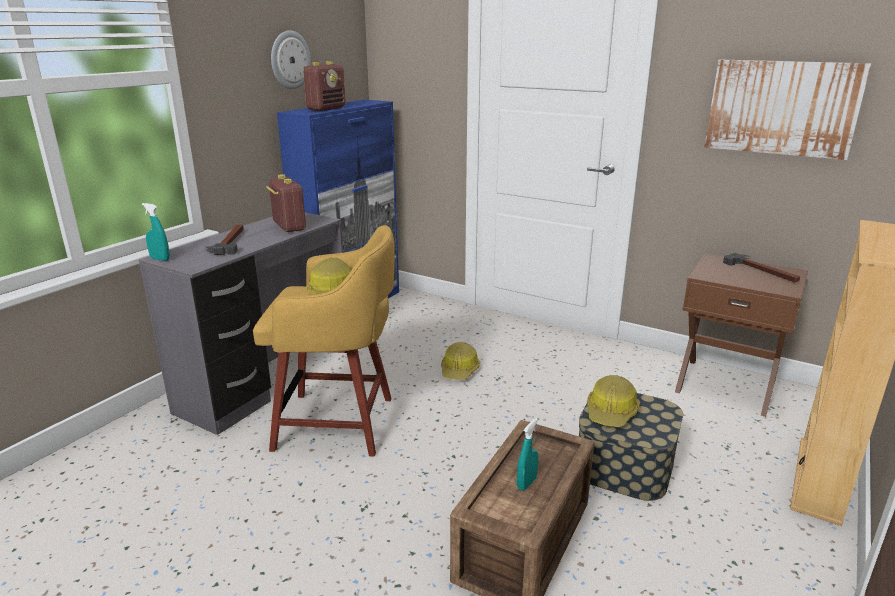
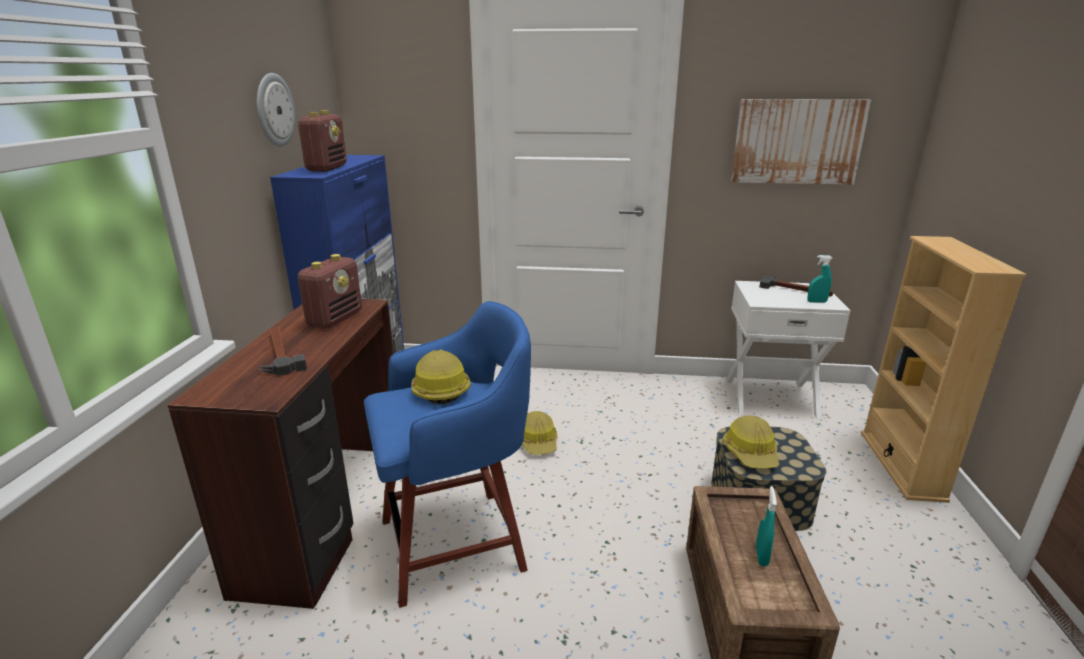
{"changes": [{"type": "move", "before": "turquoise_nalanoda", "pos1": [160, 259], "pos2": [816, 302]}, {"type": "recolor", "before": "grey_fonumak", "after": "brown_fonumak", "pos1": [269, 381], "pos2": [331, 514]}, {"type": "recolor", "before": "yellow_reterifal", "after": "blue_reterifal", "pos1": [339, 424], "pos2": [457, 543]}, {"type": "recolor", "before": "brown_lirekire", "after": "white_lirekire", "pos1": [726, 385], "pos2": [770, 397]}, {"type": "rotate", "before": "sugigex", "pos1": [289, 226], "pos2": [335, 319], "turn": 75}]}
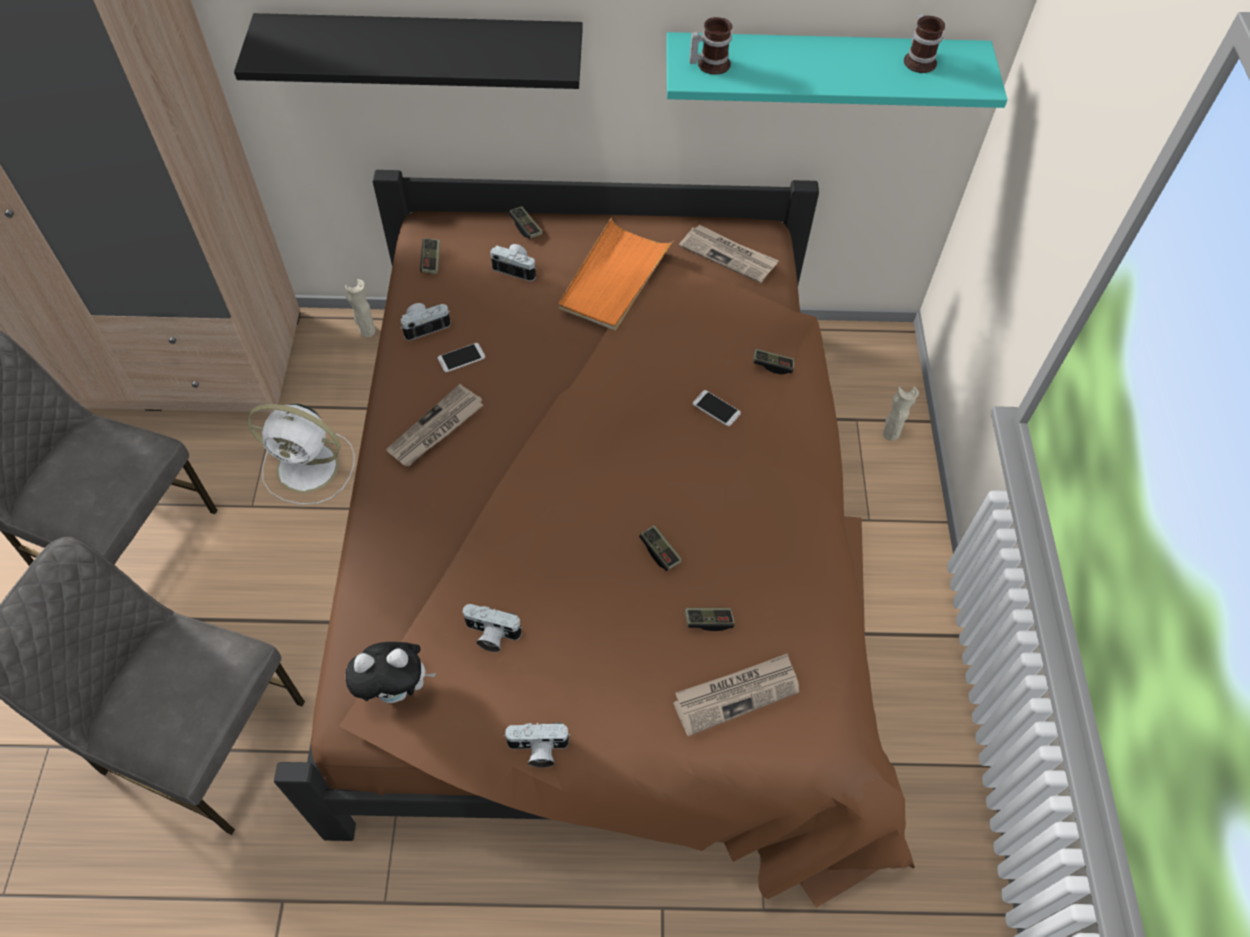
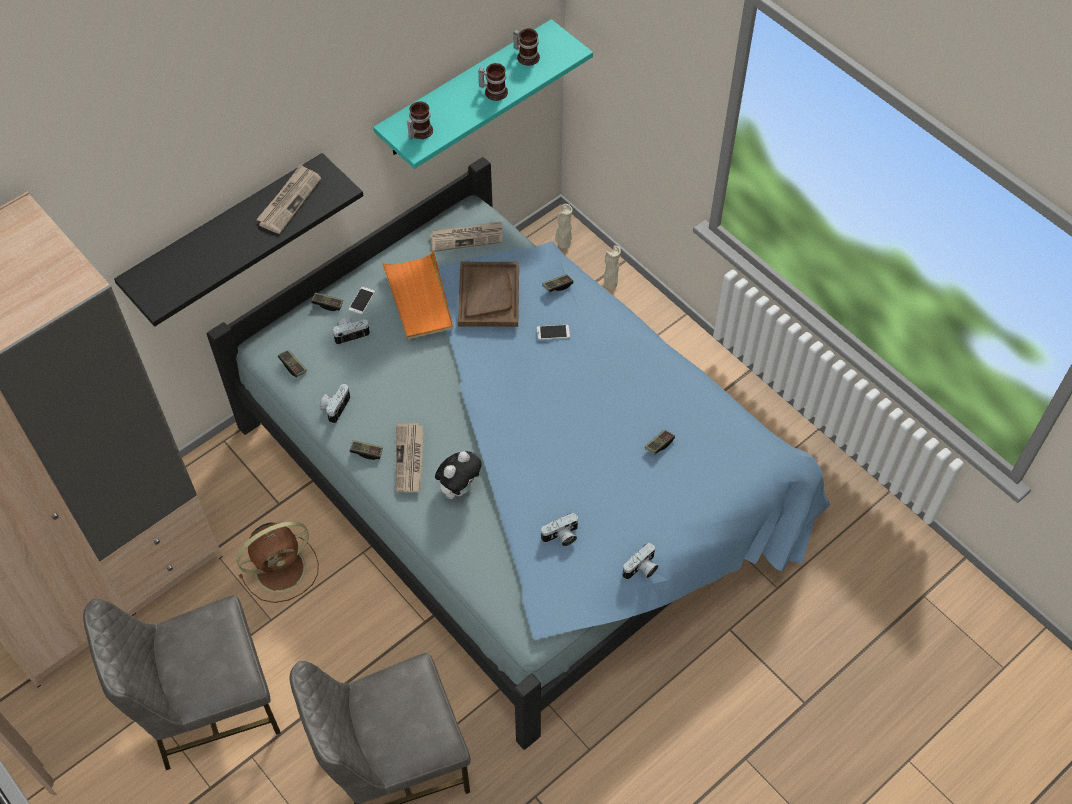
{"changes": [{"type": "insert", "after": "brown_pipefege", "pos2": [488, 295]}, {"type": "insert", "after": "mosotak", "pos2": [494, 91]}, {"type": "move", "before": "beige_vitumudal", "pos1": [367, 331], "pos2": [563, 244]}, {"type": "move", "before": "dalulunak", "pos1": [397, 689], "pos2": [459, 488]}, {"type": "move", "before": "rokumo", "pos1": [461, 358], "pos2": [362, 300]}, {"type": "move", "before": "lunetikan", "pos1": [660, 552], "pos2": [366, 452]}, {"type": "move", "before": "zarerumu", "pos1": [736, 694], "pos2": [289, 200]}, {"type": "recolor", "before": "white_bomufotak", "after": "brown_bomufotak", "pos1": [310, 467], "pos2": [282, 568]}, {"type": "recolor", "before": "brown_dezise", "after": "blue_dezise", "pos1": [609, 560], "pos2": [525, 478]}]}
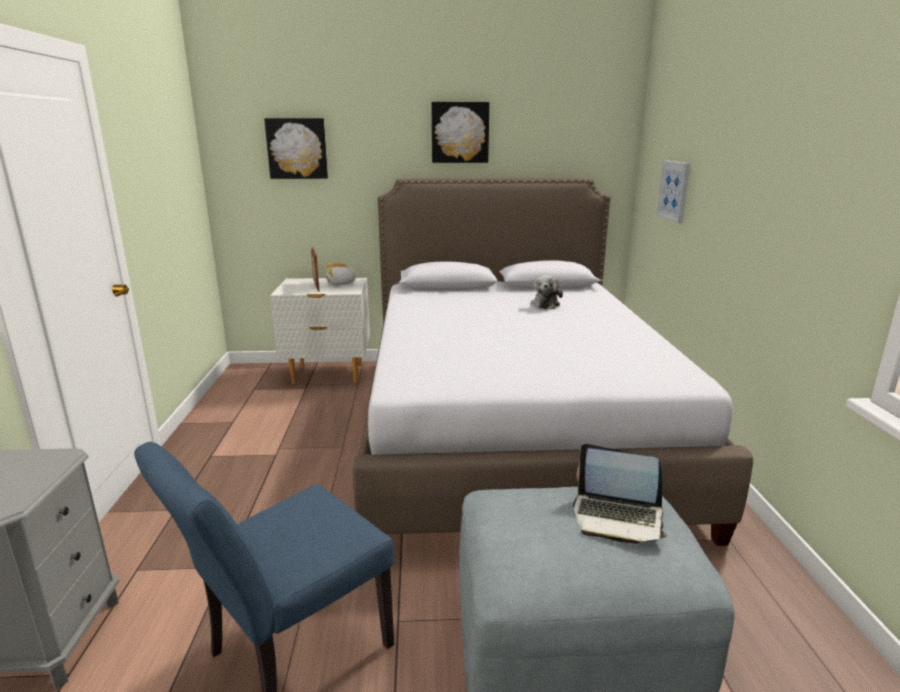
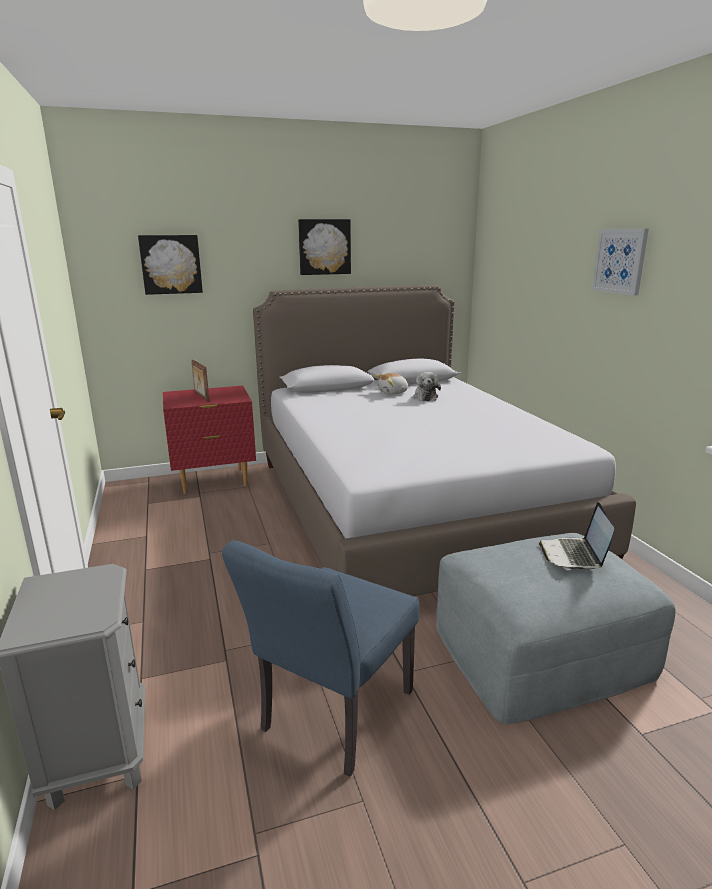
{"changes": [{"type": "move", "before": "dalulunak", "pos1": [341, 283], "pos2": [393, 392]}, {"type": "move", "before": "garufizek", "pos1": [674, 191], "pos2": [620, 261]}, {"type": "recolor", "before": "white_lirekire", "after": "red_lirekire", "pos1": [328, 374], "pos2": [214, 481]}, {"type": "rotate", "before": "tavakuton", "pos1": [617, 517], "pos2": [574, 555], "turn": 90}]}
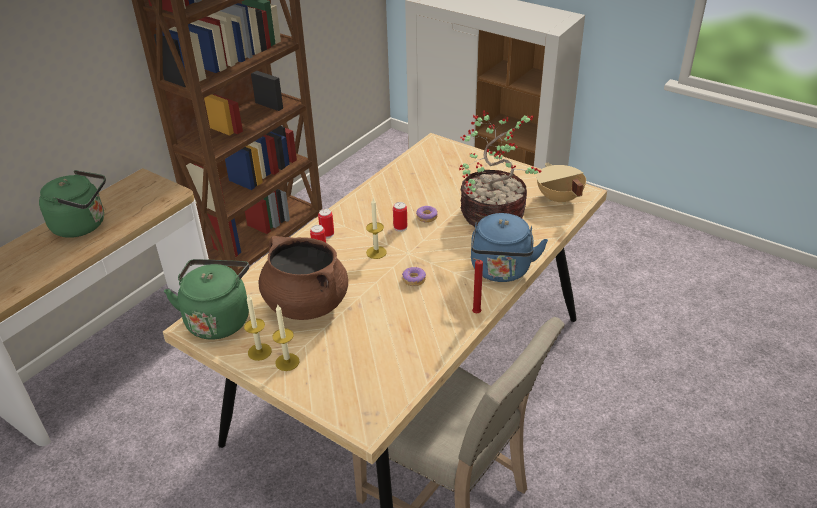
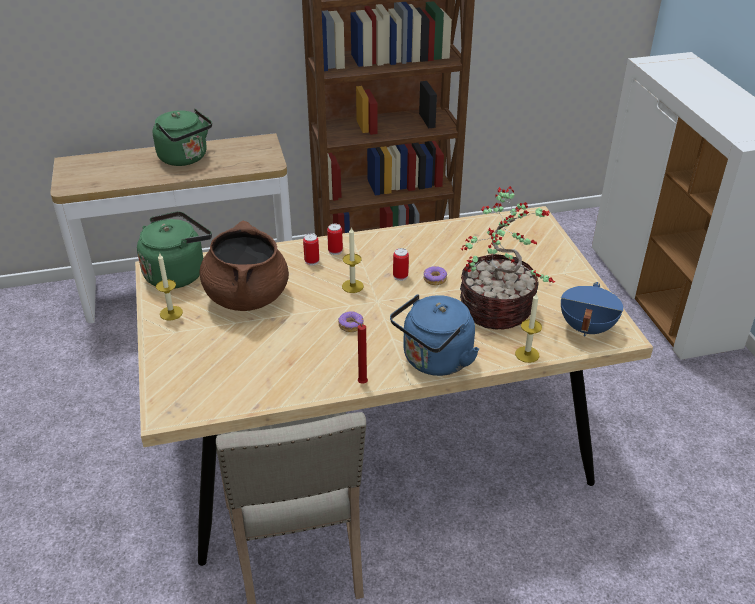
{"changes": [{"type": "move", "before": "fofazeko", "pos1": [287, 362], "pos2": [527, 354]}, {"type": "recolor", "before": "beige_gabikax", "after": "blue_gabikax", "pos1": [558, 199], "pos2": [585, 327]}]}
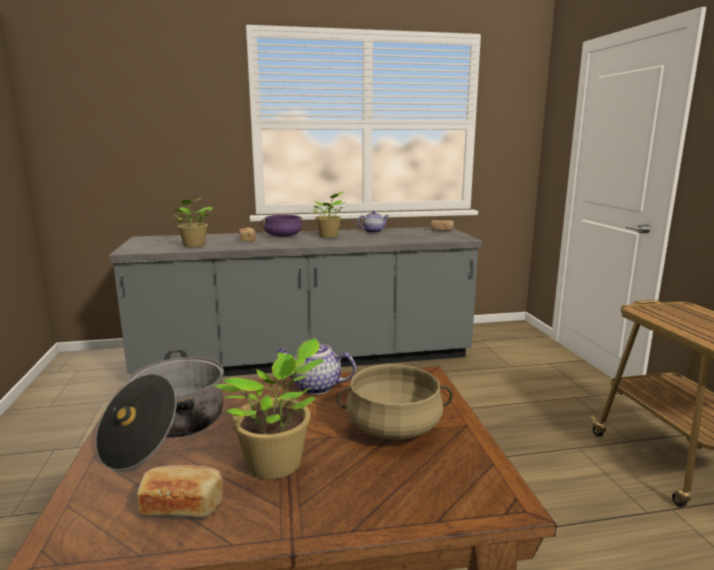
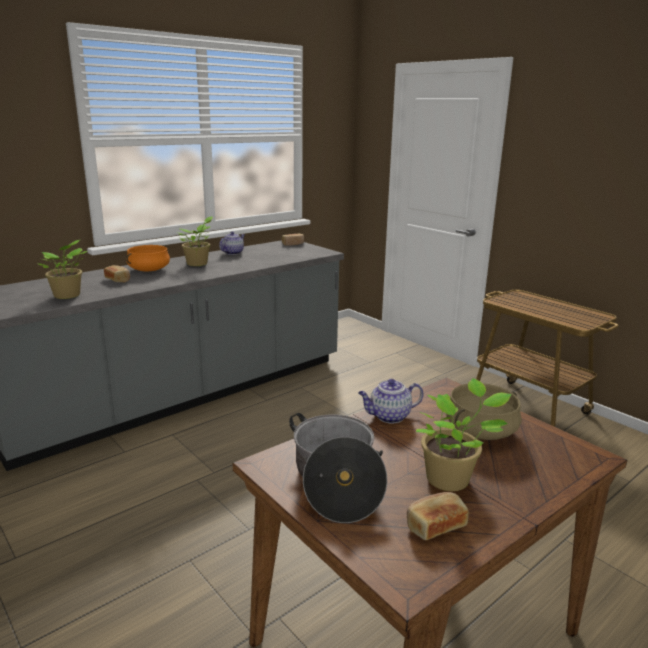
{"changes": [{"type": "recolor", "before": "purple_gabikax", "after": "orange_gabikax", "pos1": [283, 236], "pos2": [149, 270]}]}
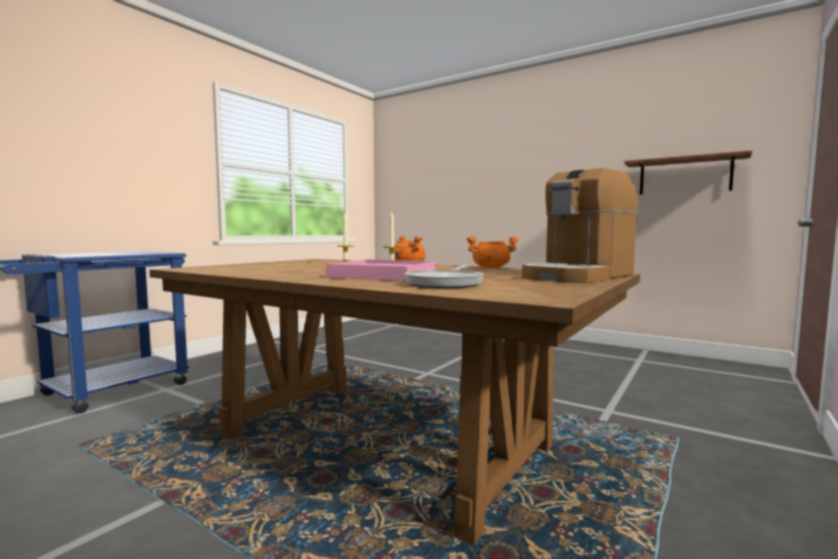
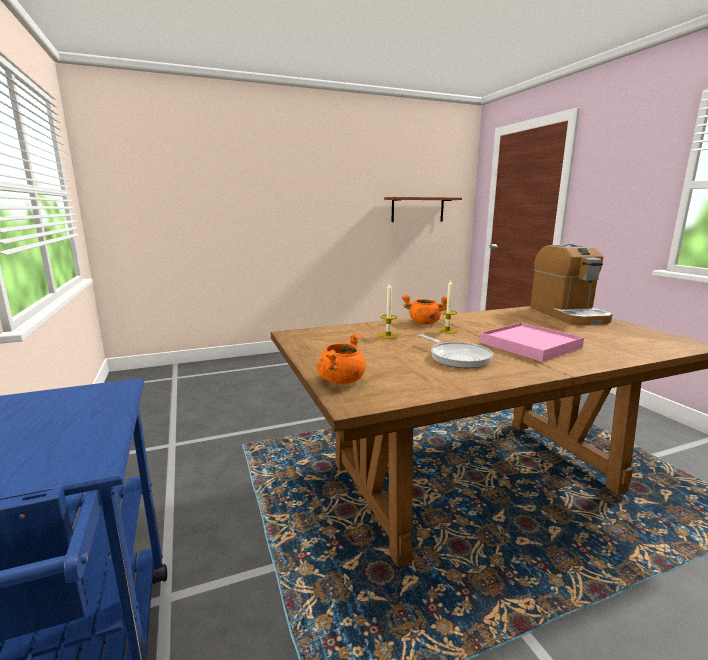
{"changes": [{"type": "move", "before": "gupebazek", "pos1": [446, 283], "pos2": [457, 357]}, {"type": "move", "before": "orange_gabikax", "pos1": [491, 268], "pos2": [341, 380]}]}
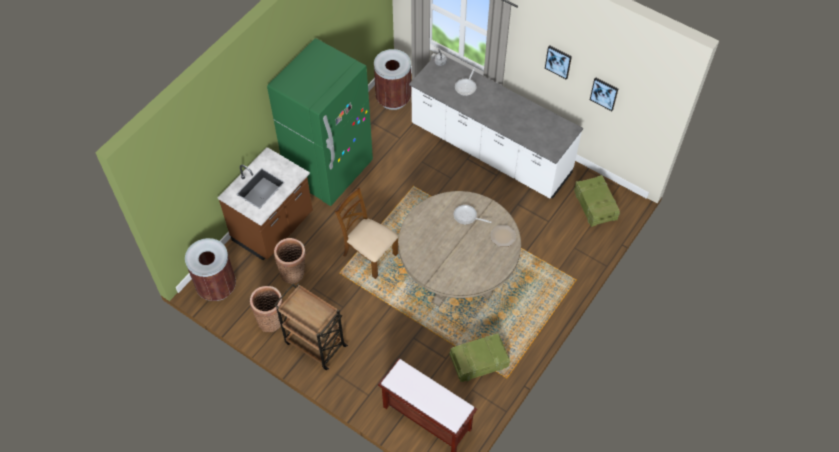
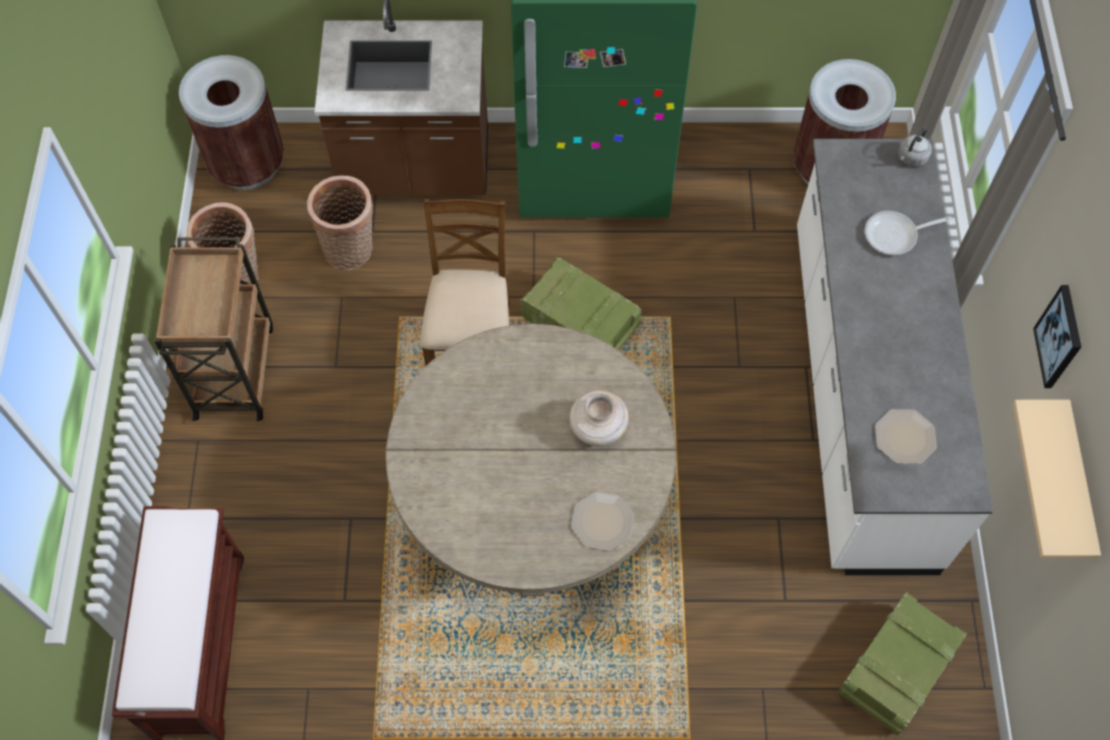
{"changes": [{"type": "insert", "after": "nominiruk", "pos2": [905, 436]}, {"type": "move", "before": "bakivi", "pos1": [478, 362], "pos2": [578, 323]}, {"type": "replace", "before": "gupebazek", "after": "beige_vitumudal", "pos1": [467, 217], "pos2": [598, 428]}, {"type": "replace", "before": "garufizek", "after": "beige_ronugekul", "pos1": [604, 93], "pos2": [1075, 486]}]}
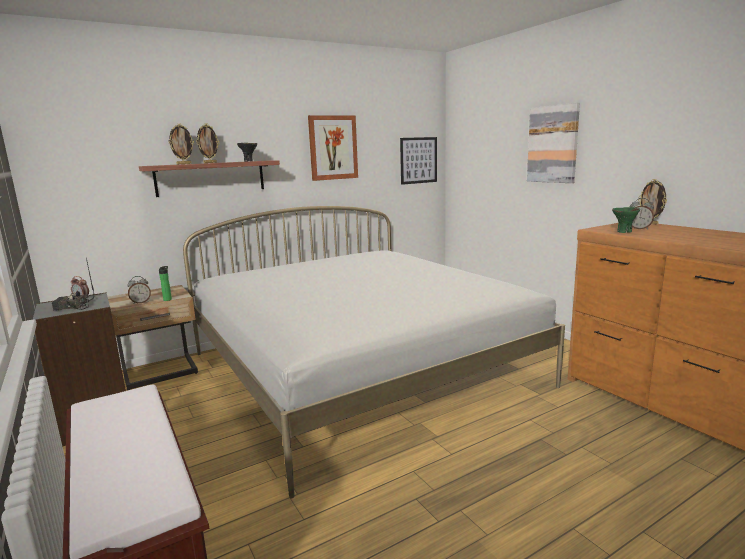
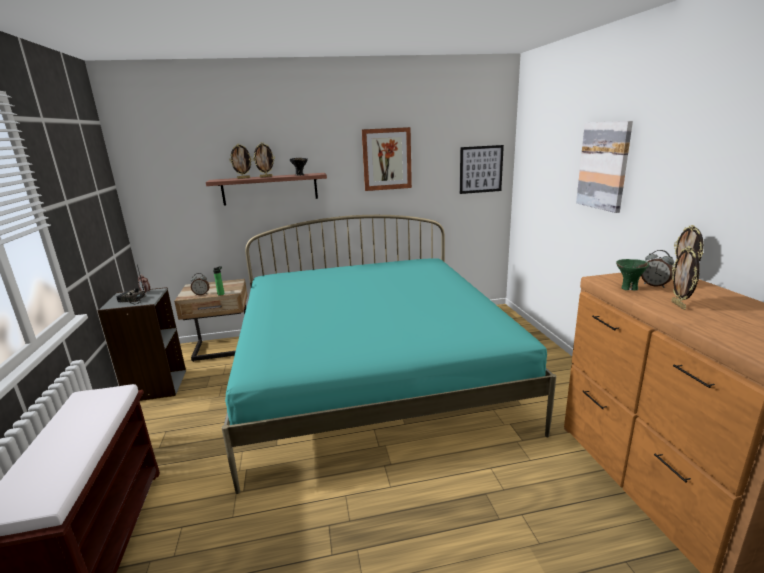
{"changes": [{"type": "insert", "after": "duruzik", "pos2": [679, 305]}, {"type": "recolor", "before": "white_dezise", "after": "turquoise_dezise", "pos1": [359, 369], "pos2": [372, 375]}]}
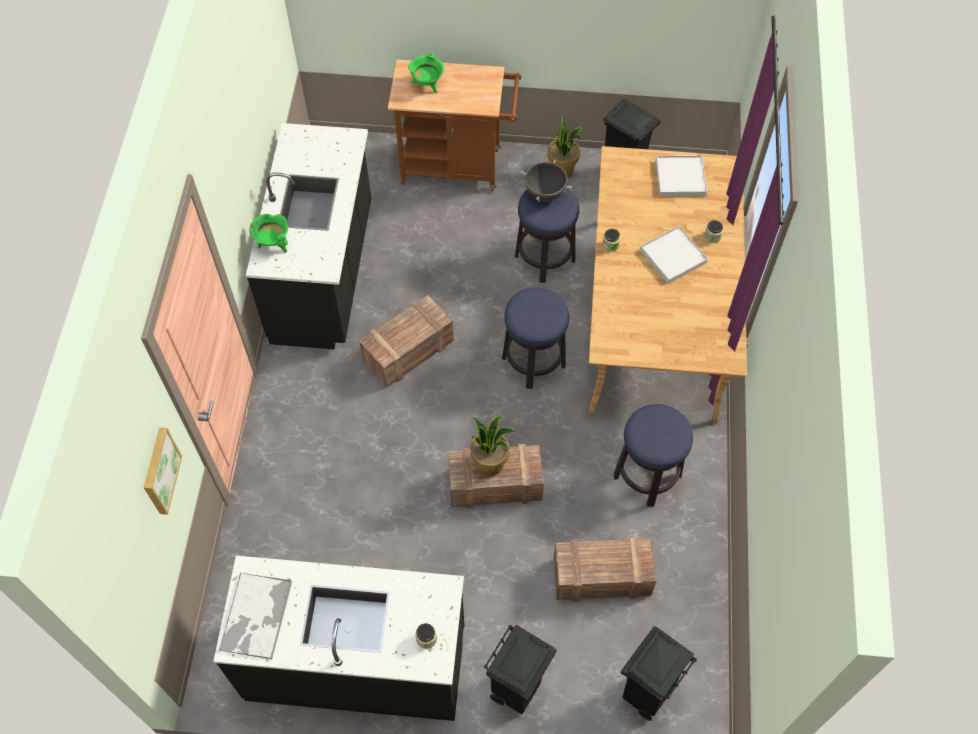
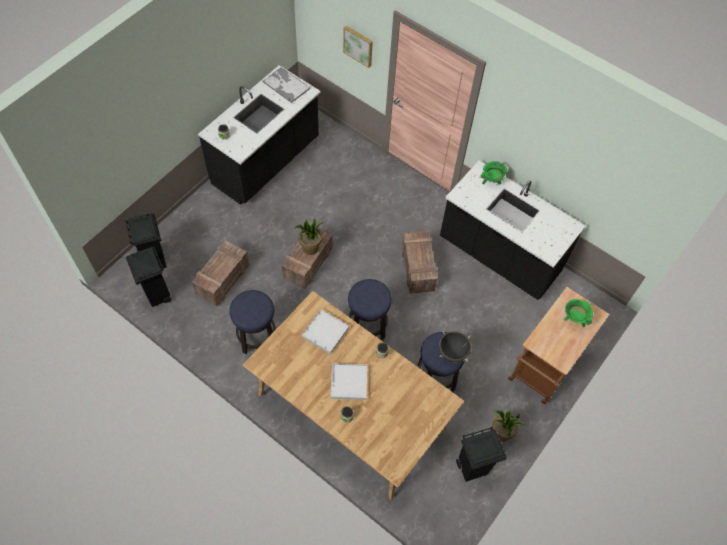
{"changes": [{"type": "move", "before": "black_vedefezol", "pos1": [517, 689], "pos2": [158, 295]}, {"type": "move", "before": "white_pipefege", "pos1": [680, 178], "pos2": [325, 332]}]}
